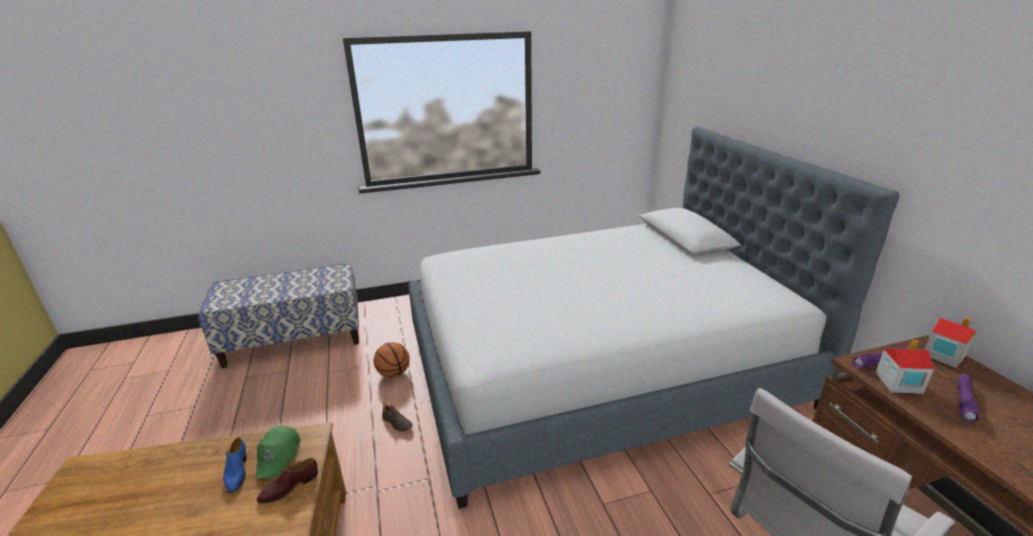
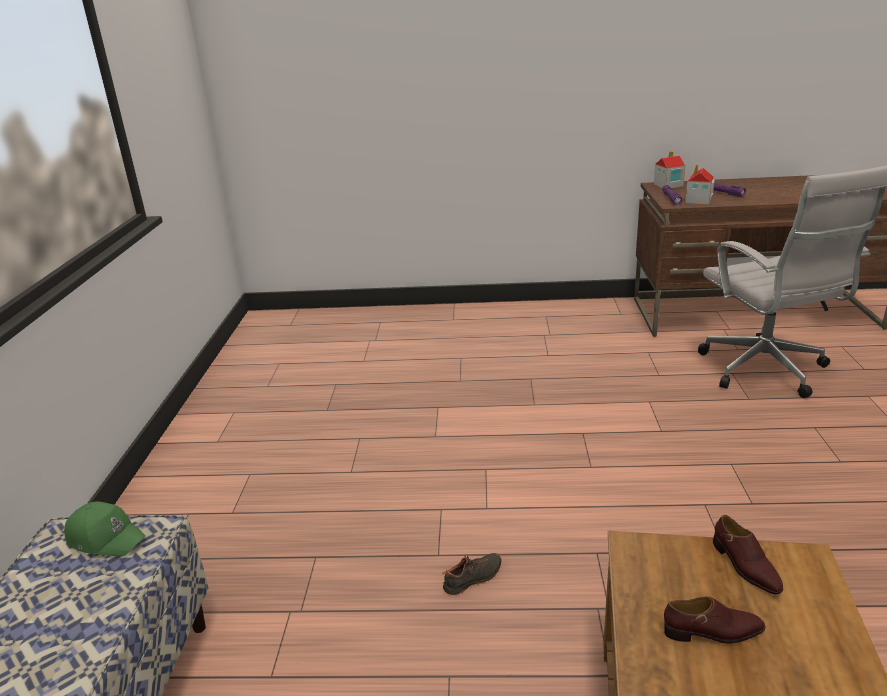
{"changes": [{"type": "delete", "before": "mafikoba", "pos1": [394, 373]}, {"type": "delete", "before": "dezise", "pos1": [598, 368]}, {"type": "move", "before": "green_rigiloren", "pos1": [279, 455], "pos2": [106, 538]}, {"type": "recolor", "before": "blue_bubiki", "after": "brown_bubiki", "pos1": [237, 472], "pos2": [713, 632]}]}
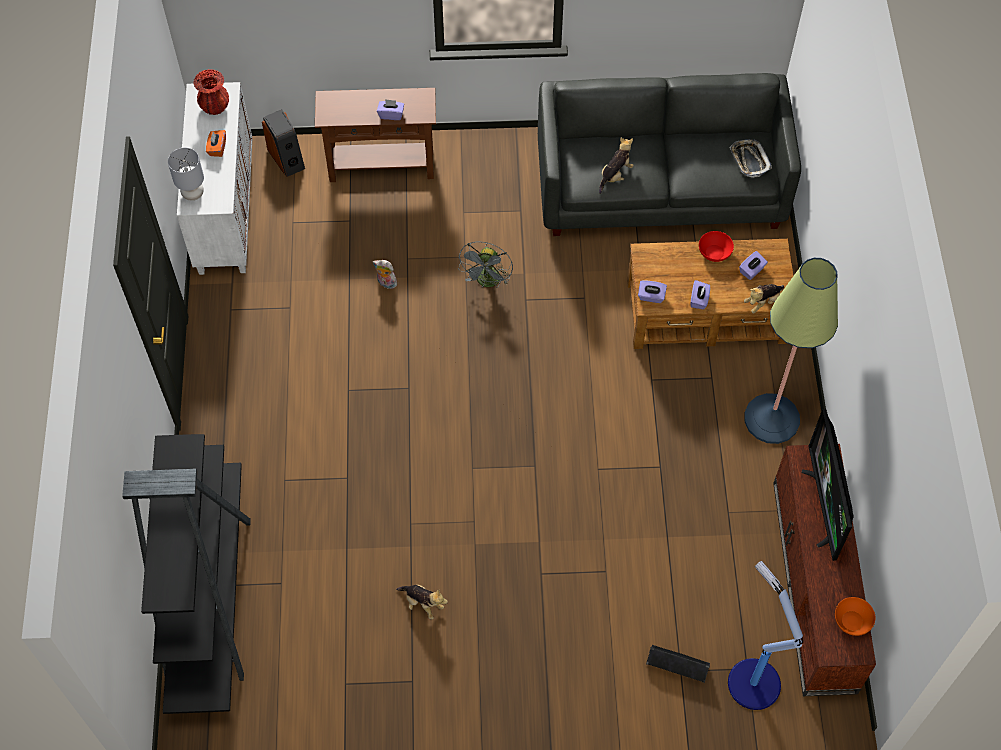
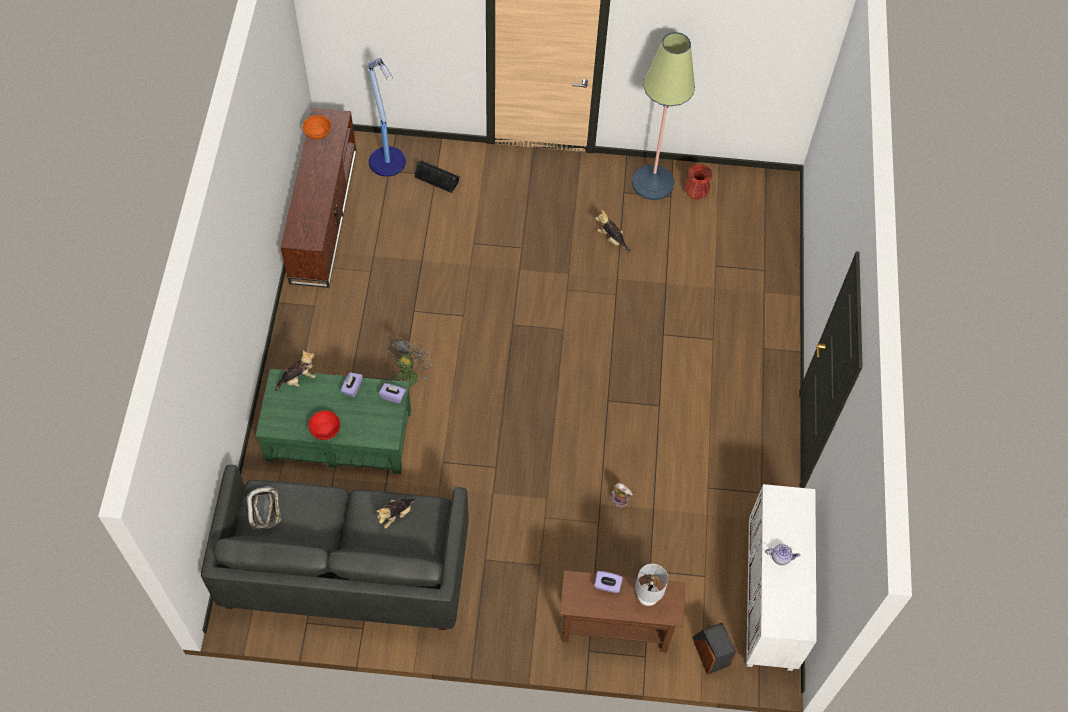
{"changes": [{"type": "delete", "before": "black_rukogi", "pos1": [209, 596]}, {"type": "delete", "before": "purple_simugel", "pos1": [752, 270]}, {"type": "delete", "before": "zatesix", "pos1": [825, 507]}, {"type": "move", "before": "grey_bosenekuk", "pos1": [192, 194], "pos2": [647, 597]}, {"type": "move", "before": "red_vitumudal", "pos1": [215, 107], "pos2": [696, 193]}, {"type": "move", "before": "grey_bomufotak", "pos1": [487, 282], "pos2": [408, 373]}, {"type": "move", "before": "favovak", "pos1": [771, 419], "pos2": [652, 183]}, {"type": "replace", "before": "orange_simugel", "after": "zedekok", "pos1": [217, 148], "pos2": [780, 557]}, {"type": "recolor", "before": "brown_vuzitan", "after": "green_vuzitan", "pos1": [706, 312], "pos2": [338, 434]}]}
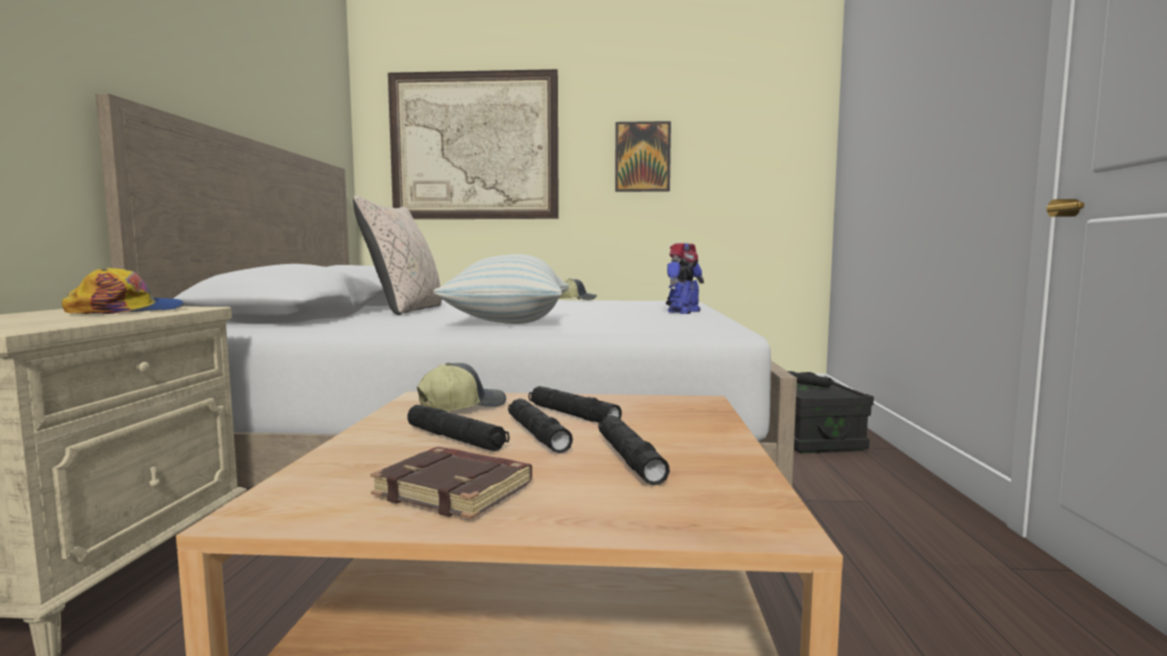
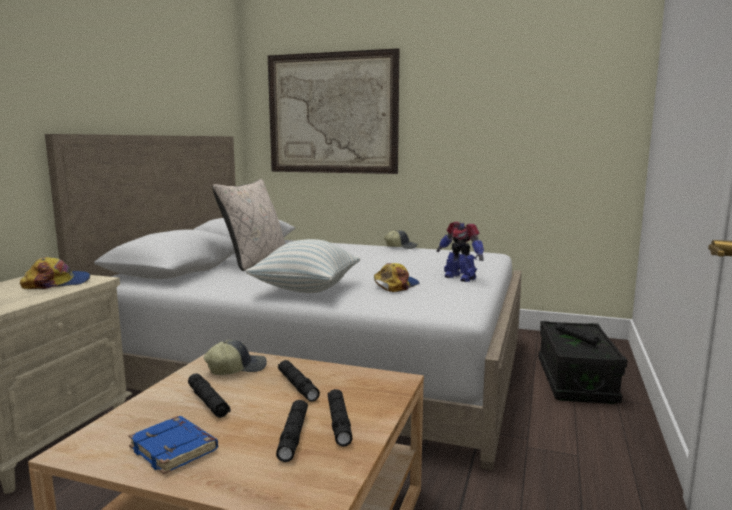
{"changes": [{"type": "delete", "before": "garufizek", "pos1": [642, 157]}, {"type": "insert", "after": "rigiloren", "pos2": [396, 285]}, {"type": "move", "before": "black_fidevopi", "pos1": [537, 434], "pos2": [339, 422]}, {"type": "recolor", "before": "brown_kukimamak", "after": "blue_kukimamak", "pos1": [456, 491], "pos2": [175, 449]}, {"type": "rotate", "before": "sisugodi", "pos1": [682, 312], "pos2": [460, 277], "turn": 90}]}
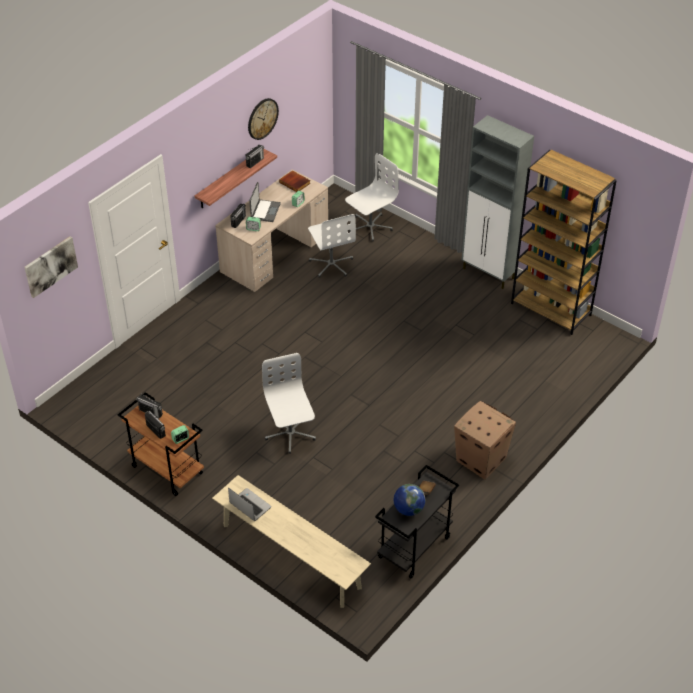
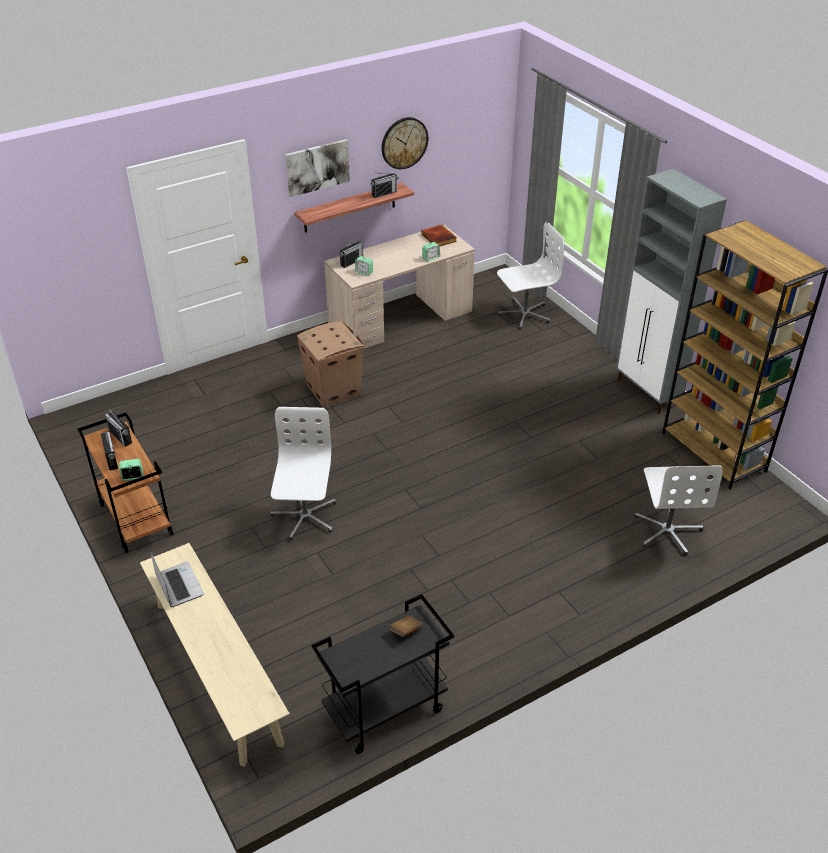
{"changes": [{"type": "delete", "before": "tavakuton", "pos1": [265, 211]}, {"type": "delete", "before": "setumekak", "pos1": [408, 509]}, {"type": "move", "before": "garufizek", "pos1": [50, 266], "pos2": [317, 167]}, {"type": "move", "before": "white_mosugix", "pos1": [331, 264], "pos2": [667, 530]}, {"type": "move", "before": "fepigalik", "pos1": [480, 459], "pos2": [333, 389]}]}
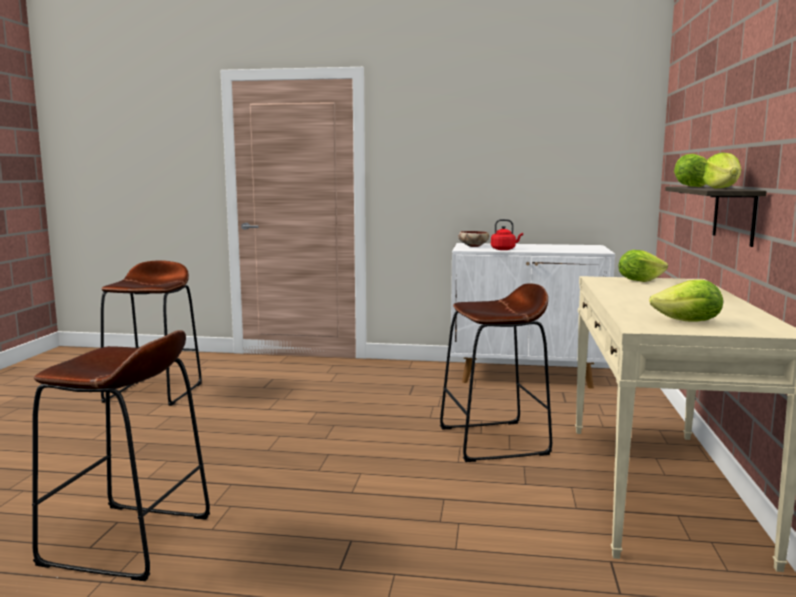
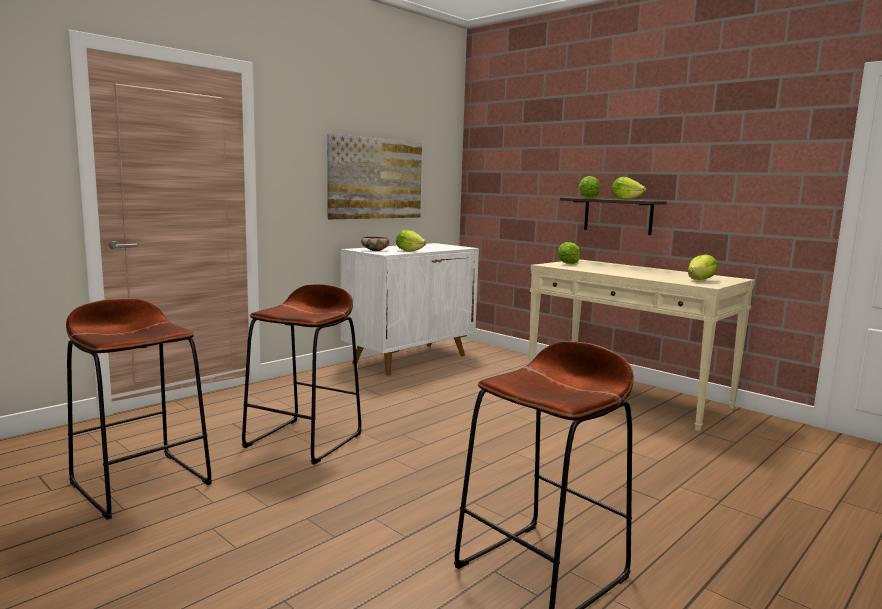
{"changes": [{"type": "insert", "after": "garufizek", "pos2": [376, 178]}, {"type": "move", "before": "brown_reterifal", "pos1": [493, 441], "pos2": [304, 440]}, {"type": "replace", "before": "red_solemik", "after": "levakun", "pos1": [504, 249], "pos2": [409, 251]}]}
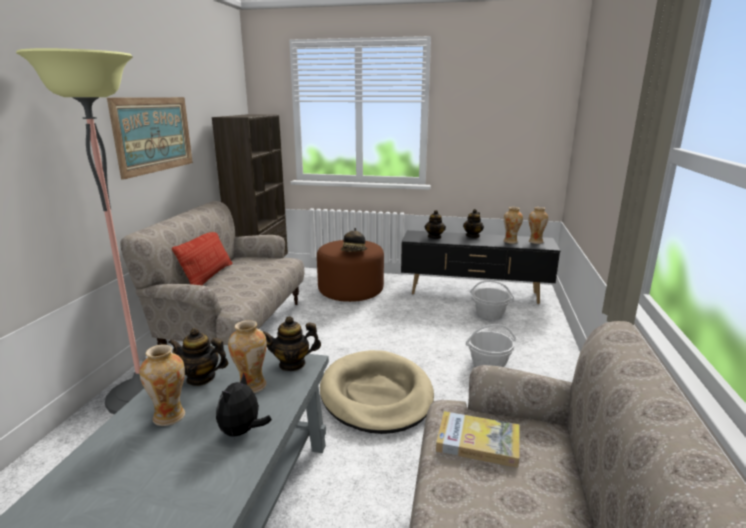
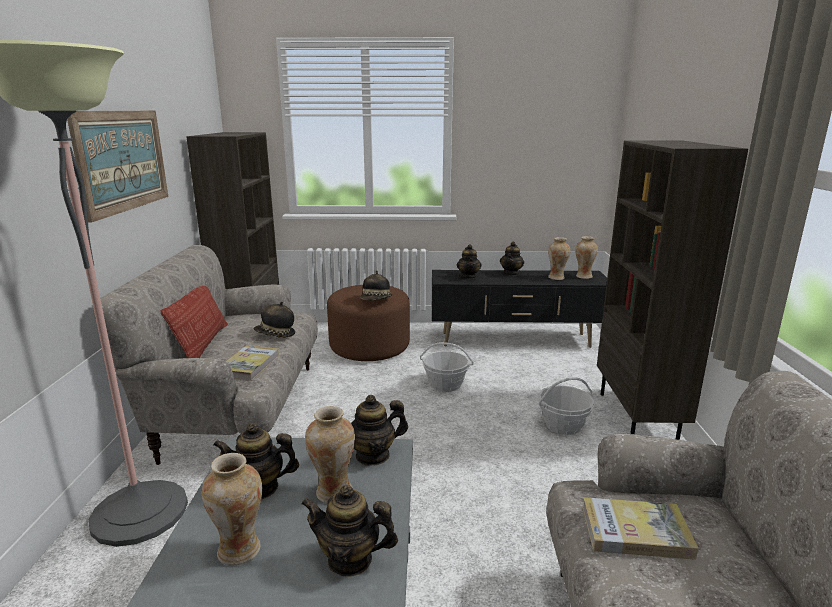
{"changes": [{"type": "delete", "before": "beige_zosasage", "pos1": [376, 395]}, {"type": "insert", "after": "kukimamak", "pos2": [249, 365]}, {"type": "insert", "after": "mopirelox", "pos2": [275, 335]}, {"type": "insert", "after": "brown_rukogi", "pos2": [638, 417]}, {"type": "move", "before": "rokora", "pos1": [489, 314], "pos2": [445, 384]}, {"type": "replace", "before": "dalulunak", "after": "zedekok", "pos1": [242, 432], "pos2": [350, 559]}]}
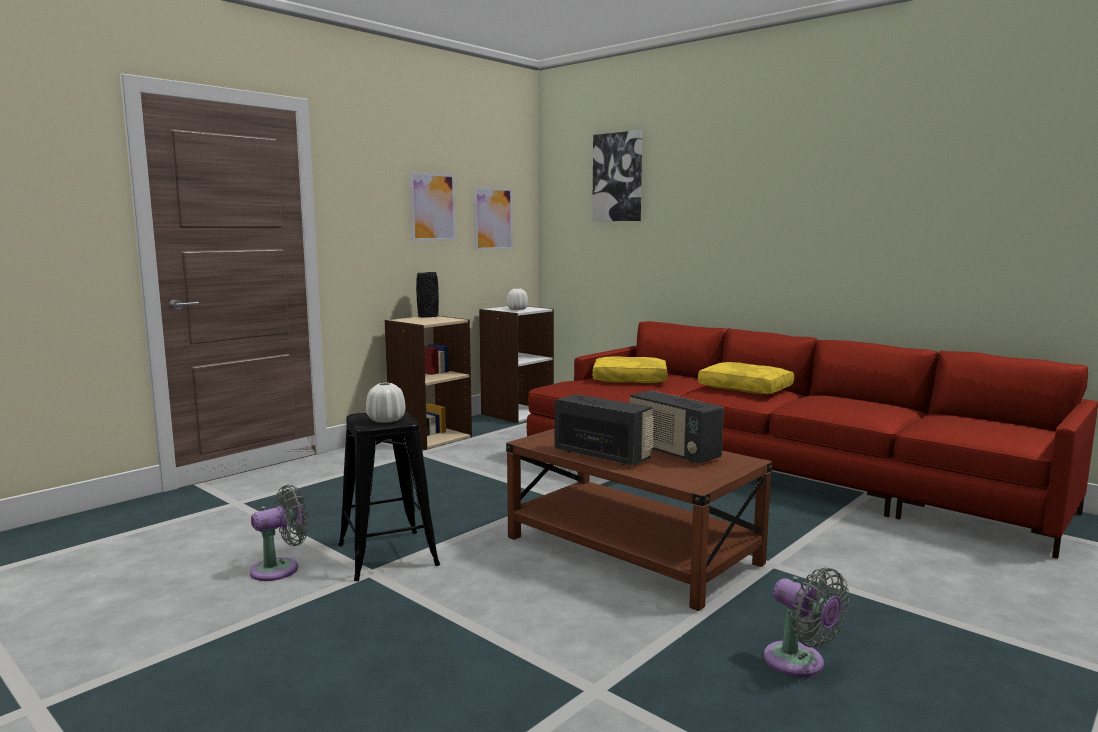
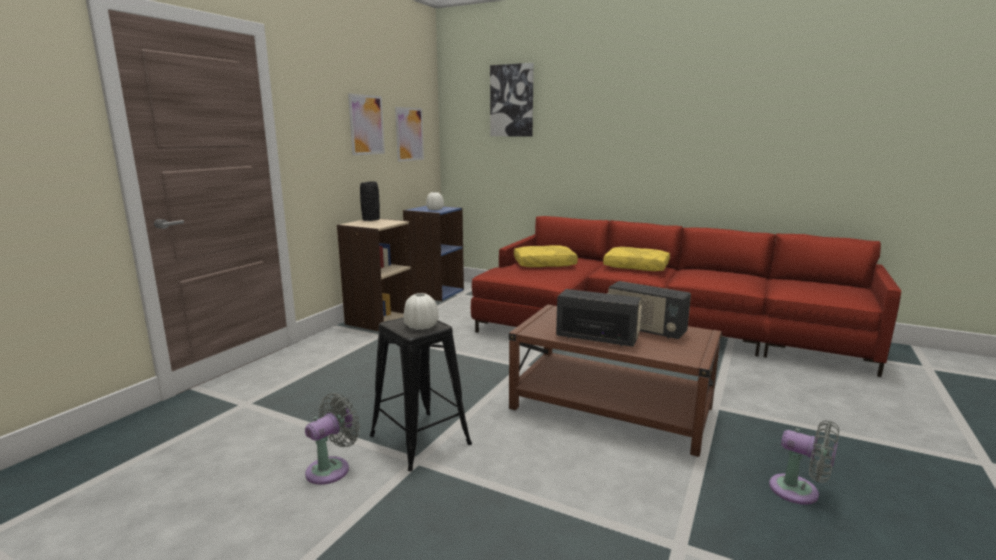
{"changes": [{"type": "recolor", "before": "white_rukogi", "after": "blue_rukogi", "pos1": [516, 413], "pos2": [435, 292]}]}
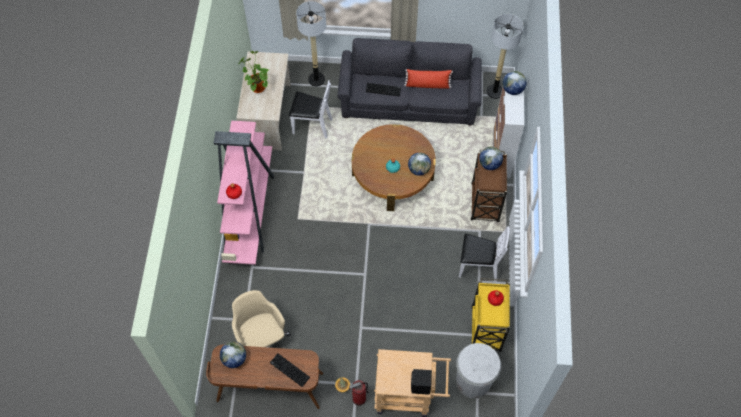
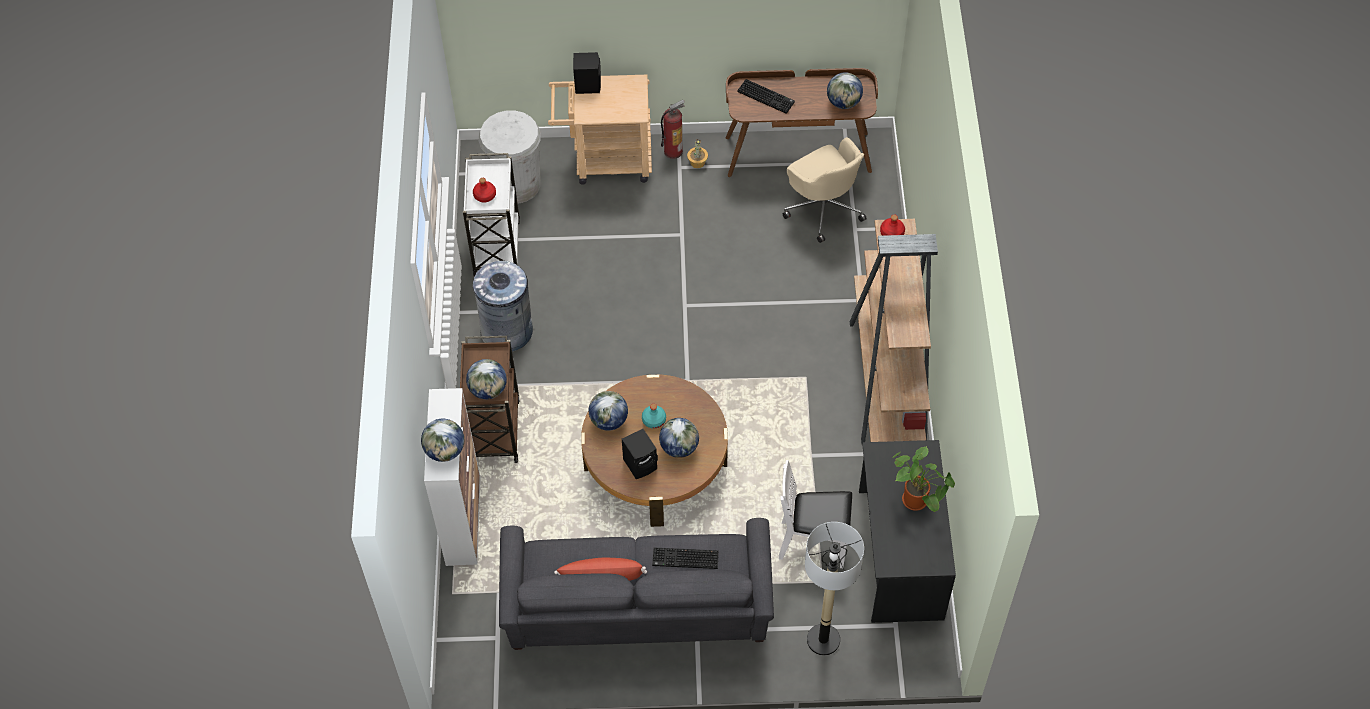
{"changes": [{"type": "delete", "before": "favovak", "pos1": [495, 91]}, {"type": "insert", "after": "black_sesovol", "pos2": [641, 464]}, {"type": "insert", "after": "setumekak", "pos2": [679, 447]}, {"type": "replace", "before": "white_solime", "after": "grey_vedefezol", "pos1": [478, 267], "pos2": [507, 331]}, {"type": "recolor", "before": "pink_rukogi", "after": "brown_rukogi", "pos1": [249, 210], "pos2": [888, 383]}, {"type": "recolor", "before": "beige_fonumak", "after": "black_fonumak", "pos1": [268, 116], "pos2": [899, 554]}, {"type": "recolor", "before": "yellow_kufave", "after": "white_kufave", "pos1": [486, 330], "pos2": [496, 246]}]}
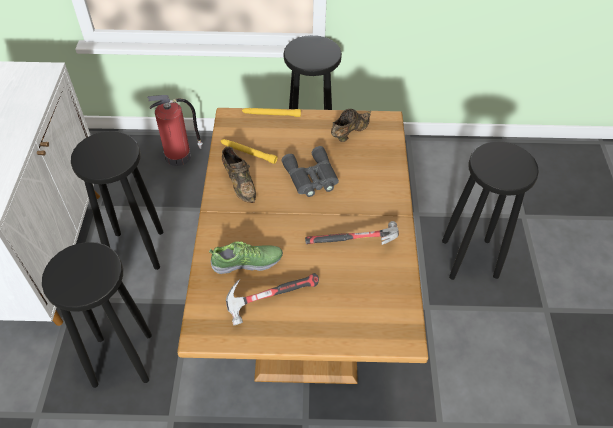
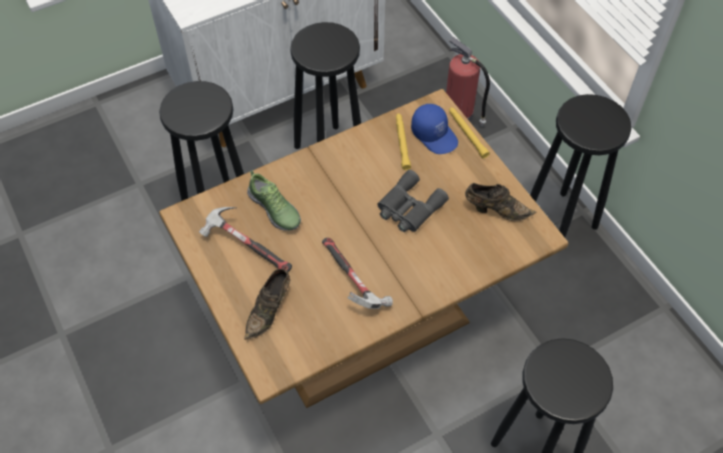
{"changes": [{"type": "insert", "after": "blue_rigiloren", "pos2": [435, 135]}, {"type": "move", "before": "brown_bubiki", "pos1": [239, 183], "pos2": [269, 310]}]}
